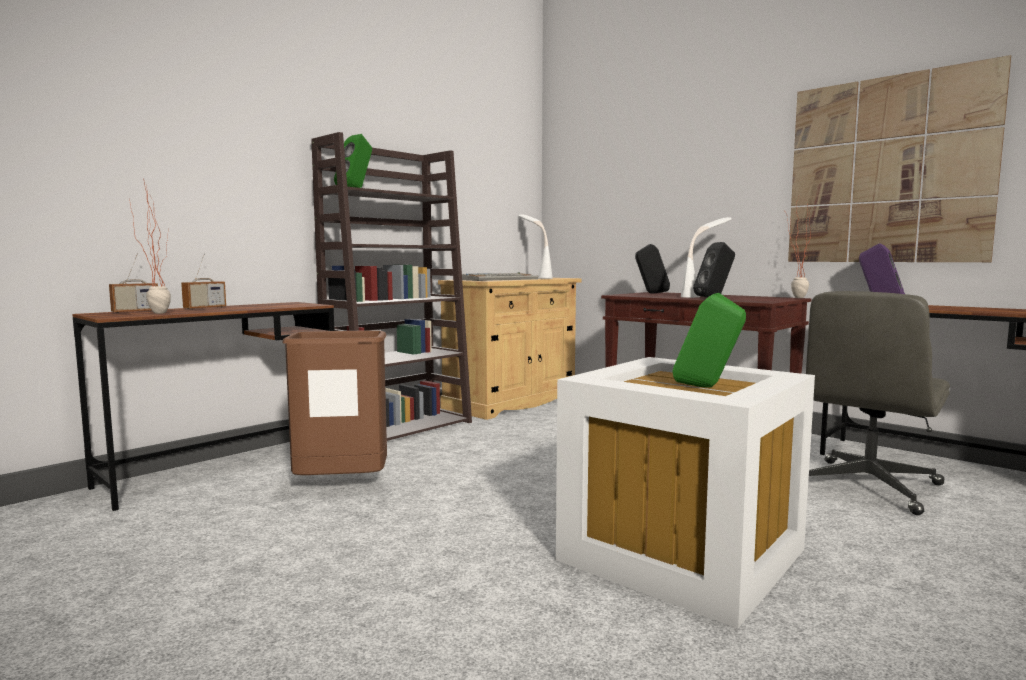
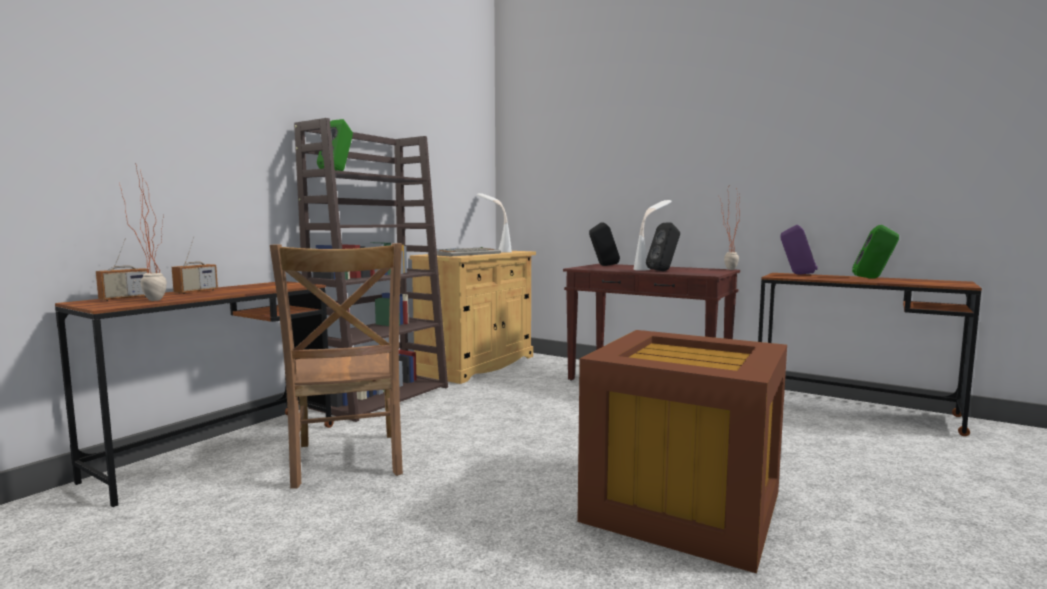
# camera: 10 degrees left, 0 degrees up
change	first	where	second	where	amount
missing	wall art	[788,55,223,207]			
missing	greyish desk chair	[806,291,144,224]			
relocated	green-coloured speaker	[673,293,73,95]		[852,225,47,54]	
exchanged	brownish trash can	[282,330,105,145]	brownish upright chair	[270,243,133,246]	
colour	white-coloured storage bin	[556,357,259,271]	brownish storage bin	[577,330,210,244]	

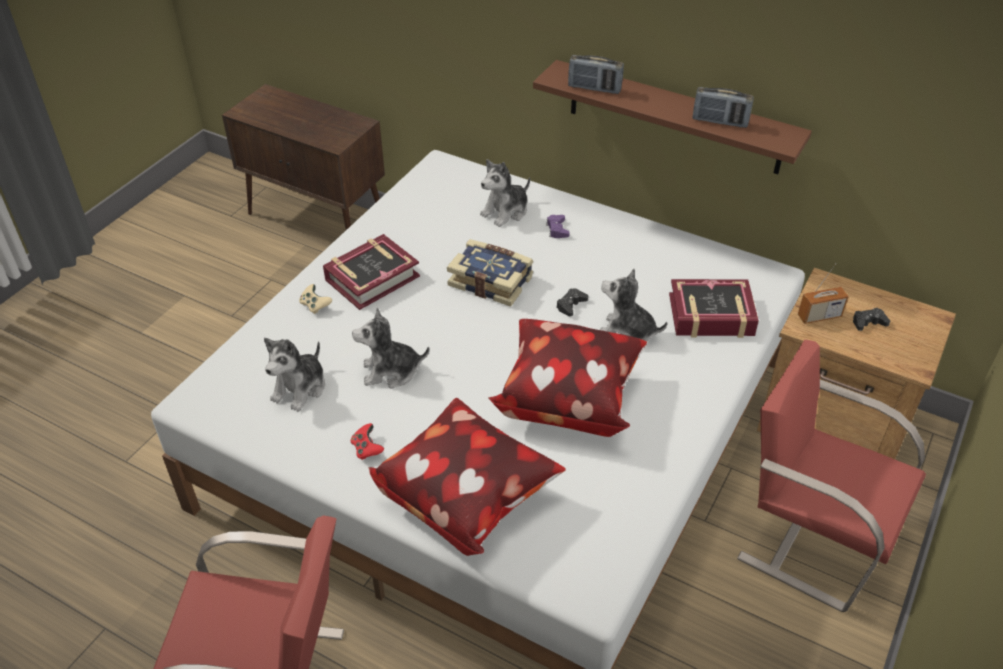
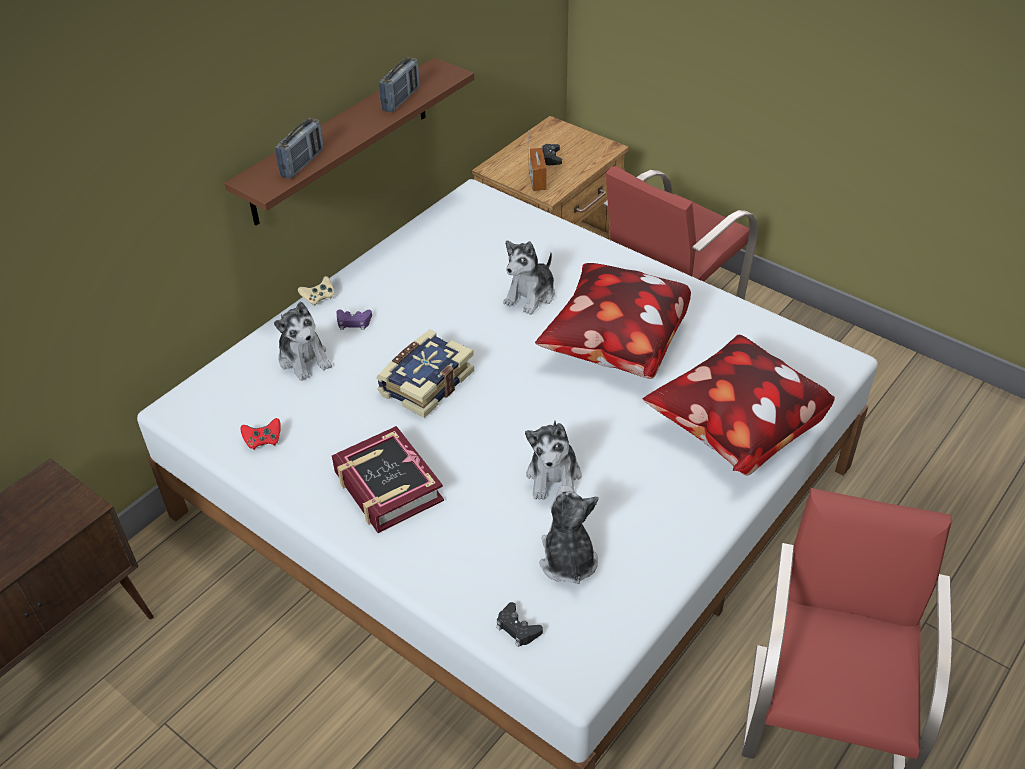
# camera: 80 degrees left, 0 degrees up
change	first	where	second	where	amount
missing	bound book	[669,279,90,59]			
relocated	beige game controller	[299,284,33,30]		[298,276,36,30]	
relocated	black-coloured game controller	[556,288,33,29]		[497,602,46,45]	
spun	cuddly toy	[264,338,61,74]		[539,485,59,99]	135 degrees counterclockwise
relocated	red-coloured game controller	[351,423,33,37]		[240,418,41,32]	

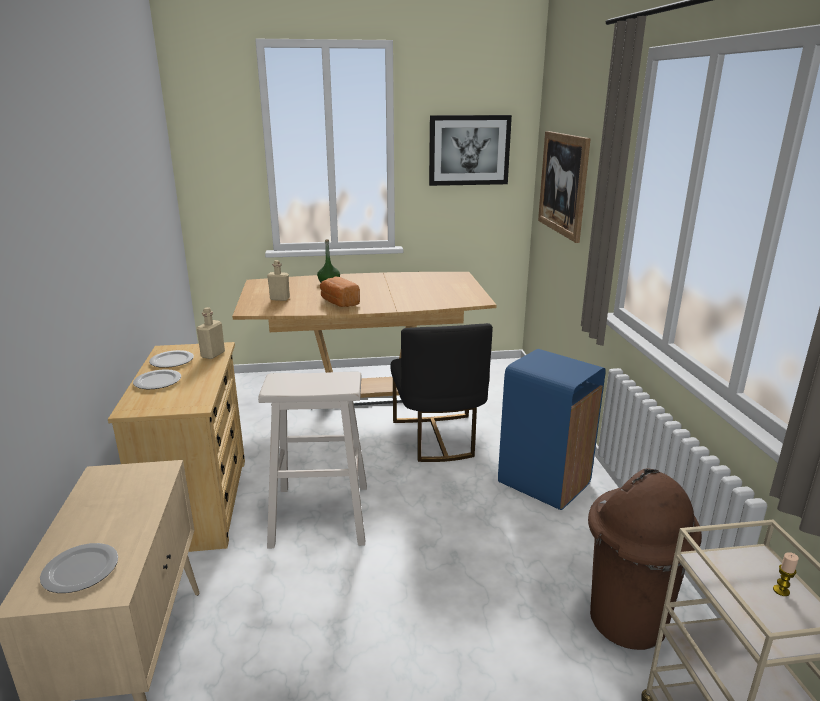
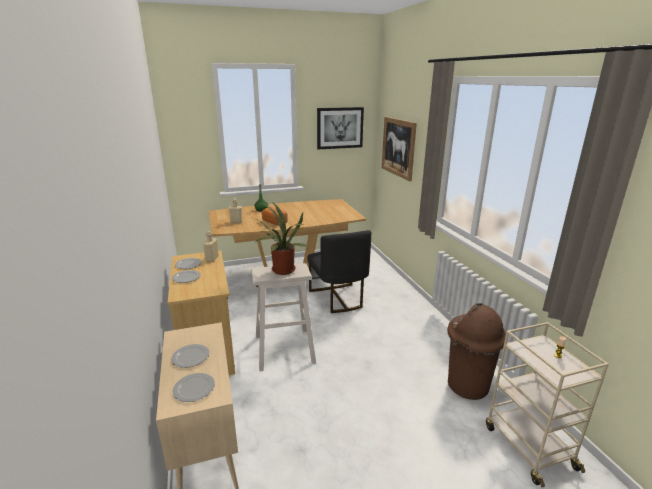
# camera: 10 degrees left, 0 degrees up
change	first	where	second	where	amount
missing	blue trash can	[498,349,108,161]			
appeared			potted plant	[253,202,54,73]	
appeared			plate	[171,344,38,24]	

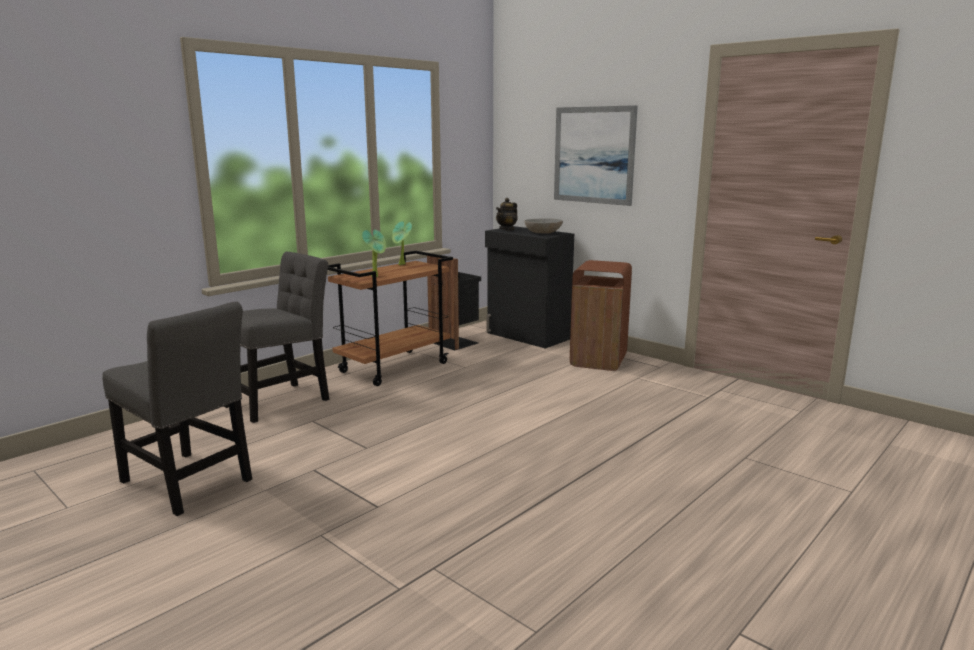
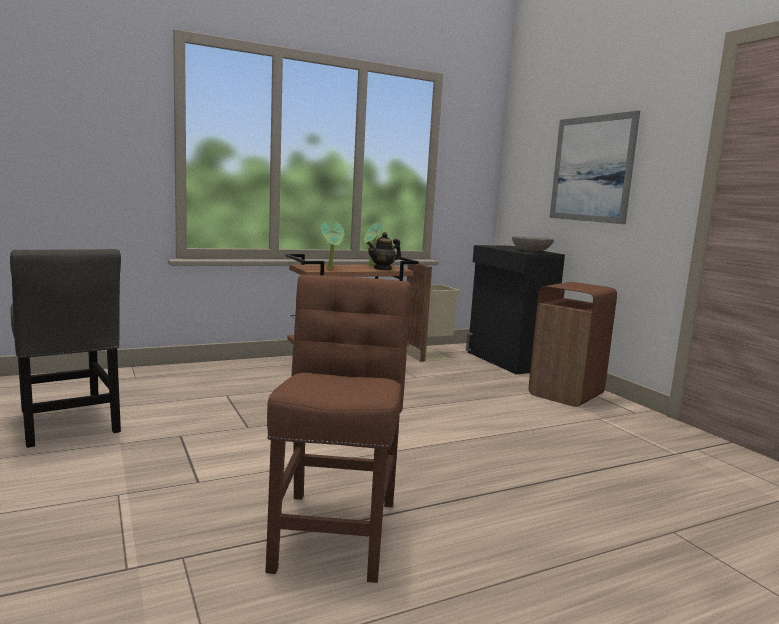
# camera: 20 degrees right, 5 degrees down
change	first	where	second	where	amount
relocated	pot for tea	[496,198,22,33]		[367,232,34,38]	
missing	greyish upright chair	[224,252,105,171]			
colour	black-coloured trash can	[427,256,54,94]	beige trash can	[407,263,53,99]	
appeared			brownish upright chair	[266,275,145,308]	

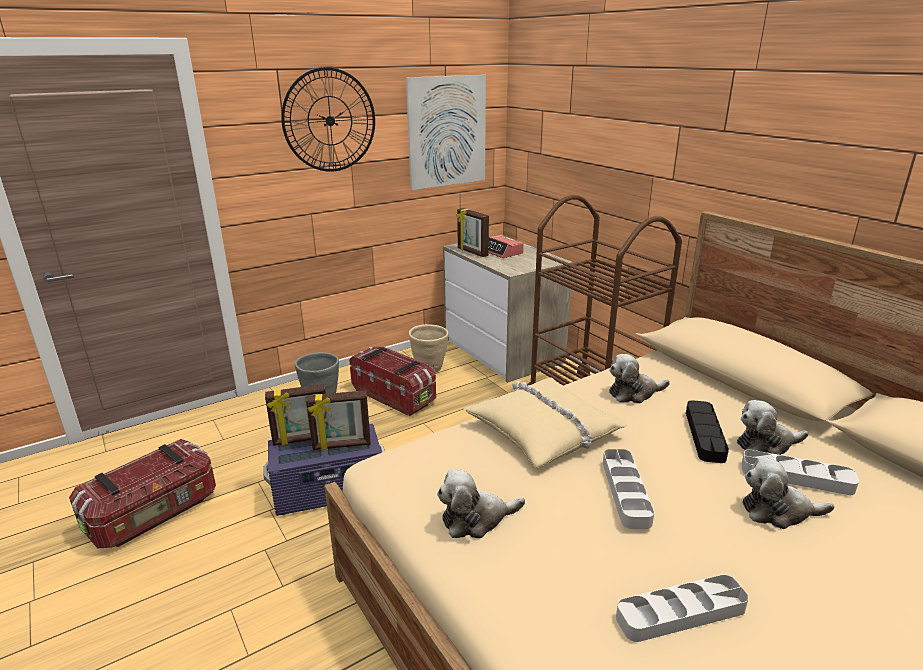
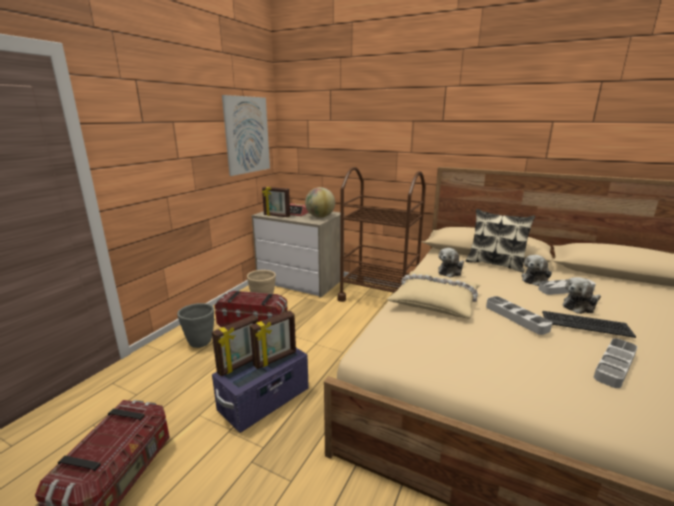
# camera: 30 degrees left, 5 degrees down
change	first	where	second	where	amount
missing	clock on the wall	[281,67,94,105]			
missing	black-coloured carrying tray	[686,400,43,63]			
missing	cuddly toy	[437,469,88,69]			
appeared			desk globe	[305,187,30,31]	
appeared			throw pillow	[465,209,70,64]	
appeared			keyboard	[542,311,94,27]	

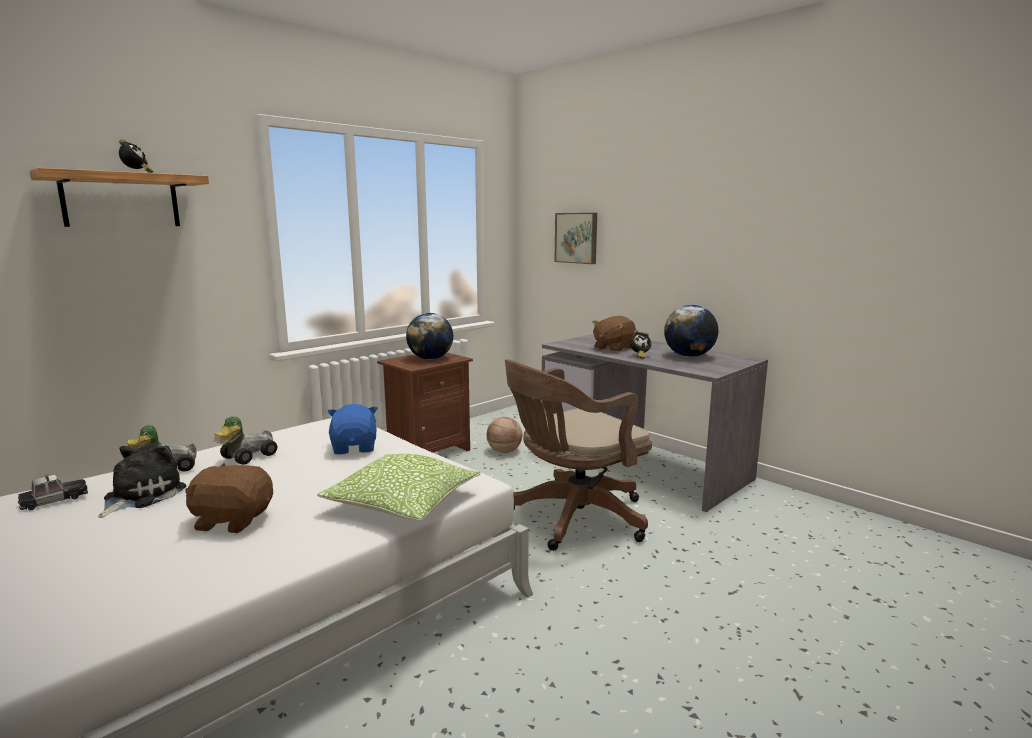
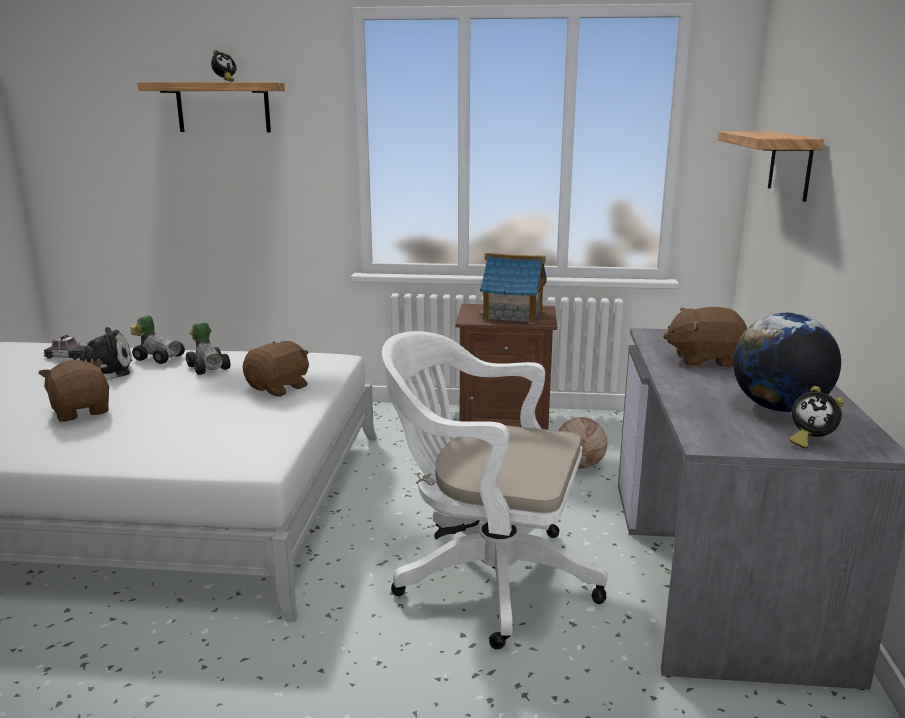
# camera: 50 degrees right, 5 degrees up
change	first	where	second	where	amount
exchanged	wall art	[554,213,43,51]	bracket shelf	[718,131,106,71]	
exchanged	desk globe	[406,313,47,47]	model house	[479,253,68,71]	
relocated	alarm clock	[630,330,21,29]		[789,386,56,63]	
colour	brownish desk chair	[505,359,147,192]	white-coloured desk chair	[382,331,225,319]	
colour	blue cuddly toy	[328,404,50,50]	brownish cuddly toy	[243,341,66,56]	
spun	miniature car	[213,417,64,48]		[186,323,44,52]	60 degrees clockwise
missing	throw pillow	[317,454,164,67]			

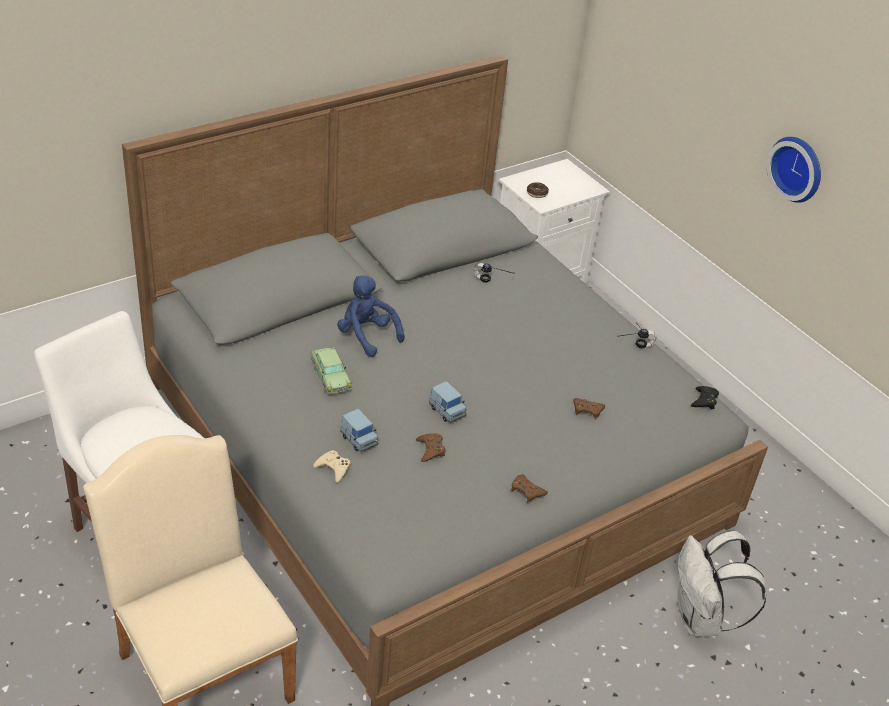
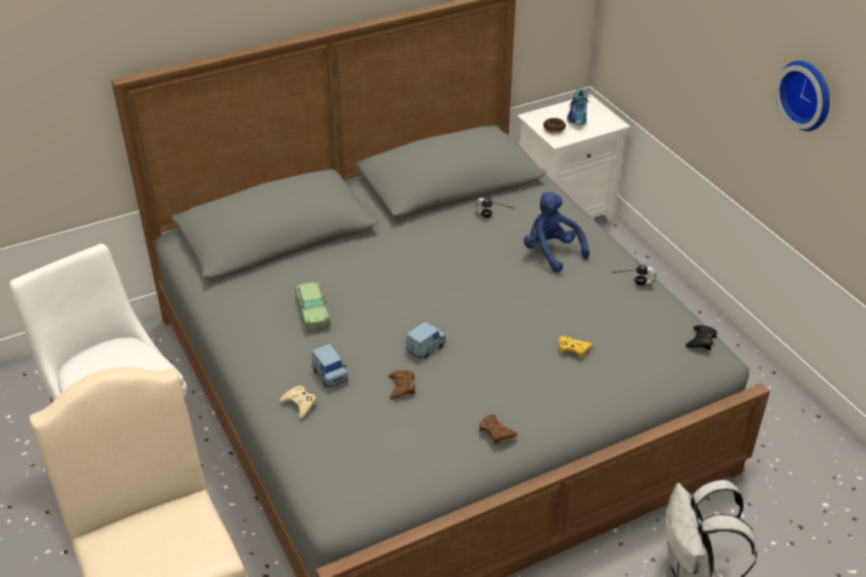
# camera: 10 degrees right, 0 degrees up
change	first	where	second	where	amount
relocated	blue cuddly toy	[337,275,68,82]		[524,192,66,81]	
spun	blue miniature car	[429,381,38,42]		[405,322,41,37]	105 degrees counterclockwise
colour	brownish game controller	[573,398,32,21]	yellow game controller	[559,336,33,23]	
appeared			shoe	[567,88,23,37]	

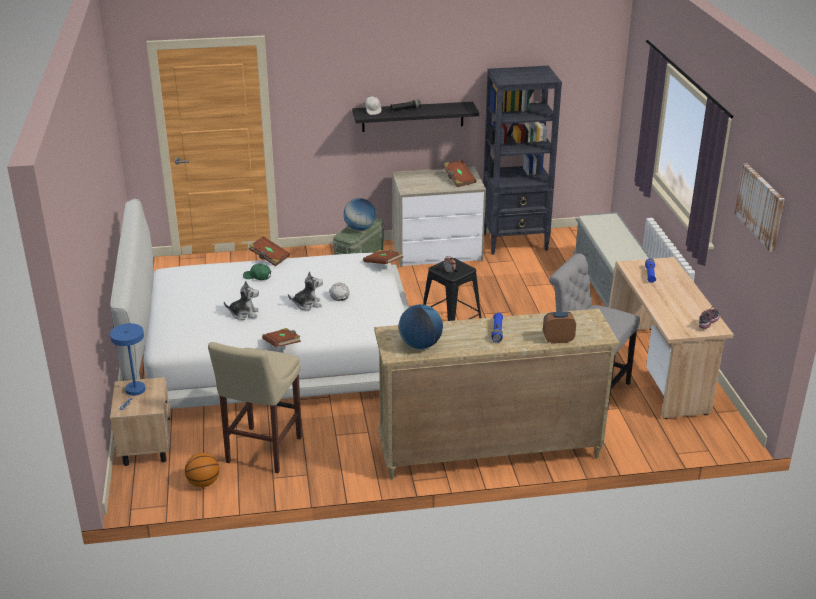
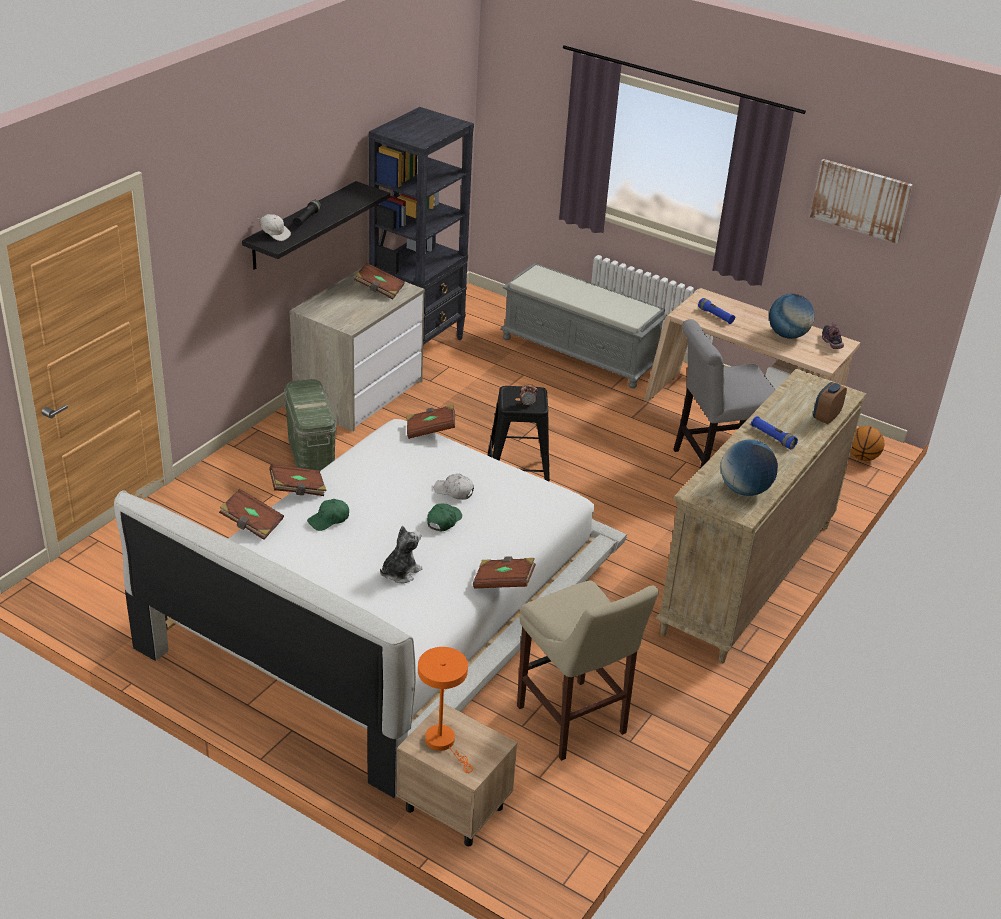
# camera: 50 degrees left, 5 degrees up
change	first	where	second	where	amount
relocated	desk globe	[344,198,32,33]		[769,294,46,45]	
exchanged	cuddly toy	[288,271,35,39]	green-coloured cap	[427,504,35,27]	
colour	blue lamp for a table	[110,323,35,87]	orange lamp for a table	[418,647,55,126]	
relocated	basketball ball	[185,453,34,34]		[851,426,33,35]	
appeared			brownish bound book	[219,489,65,51]	

